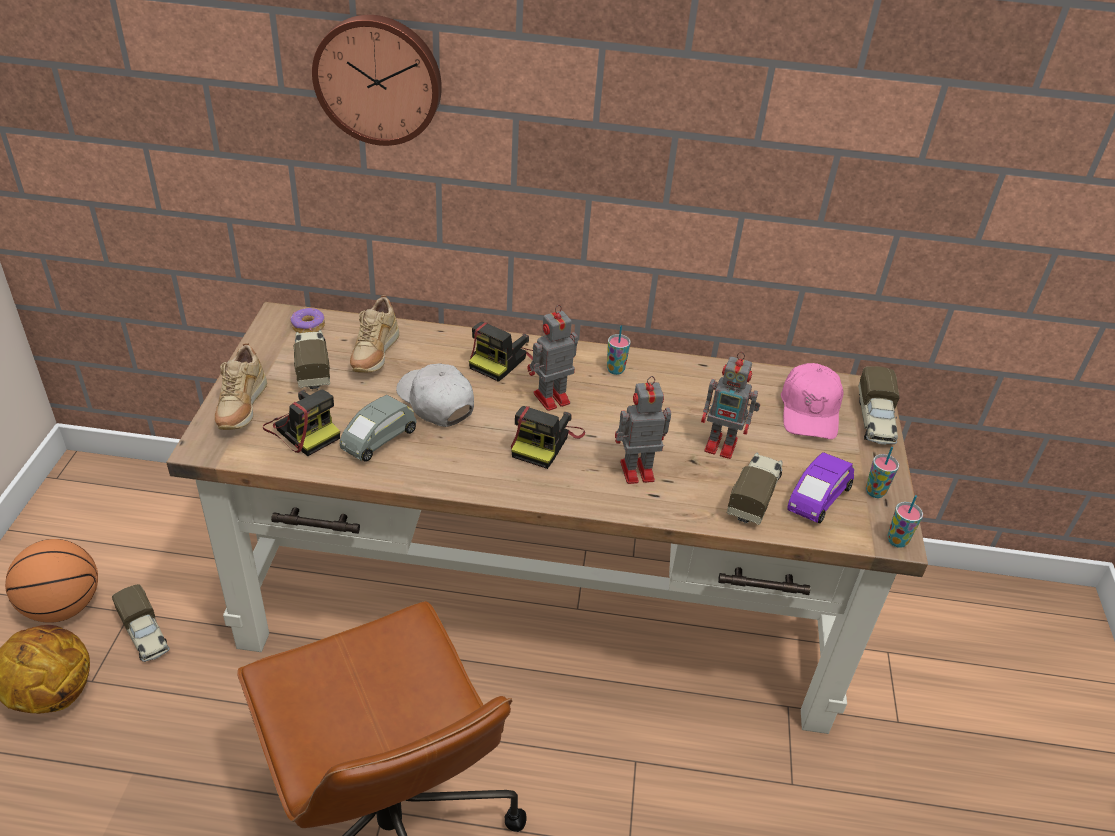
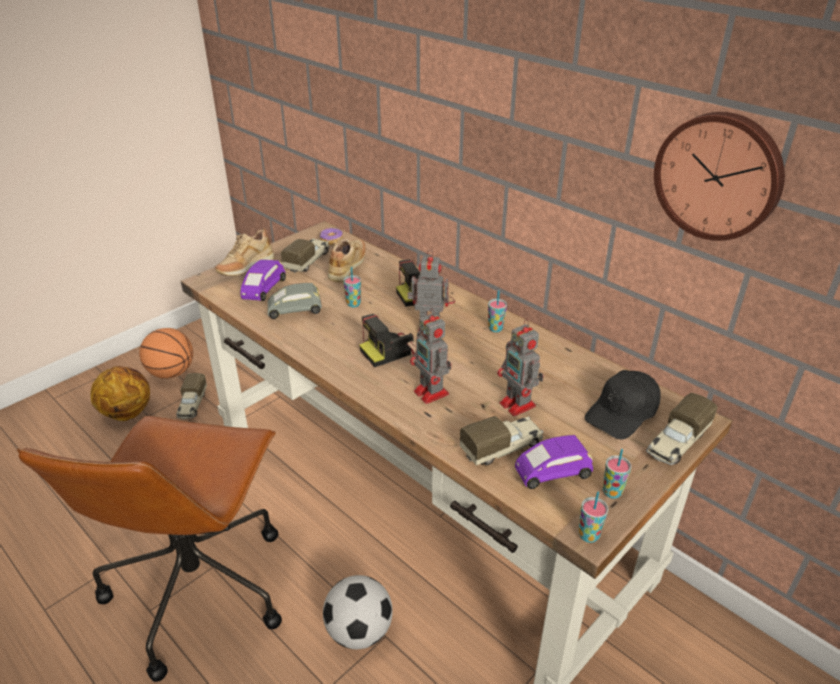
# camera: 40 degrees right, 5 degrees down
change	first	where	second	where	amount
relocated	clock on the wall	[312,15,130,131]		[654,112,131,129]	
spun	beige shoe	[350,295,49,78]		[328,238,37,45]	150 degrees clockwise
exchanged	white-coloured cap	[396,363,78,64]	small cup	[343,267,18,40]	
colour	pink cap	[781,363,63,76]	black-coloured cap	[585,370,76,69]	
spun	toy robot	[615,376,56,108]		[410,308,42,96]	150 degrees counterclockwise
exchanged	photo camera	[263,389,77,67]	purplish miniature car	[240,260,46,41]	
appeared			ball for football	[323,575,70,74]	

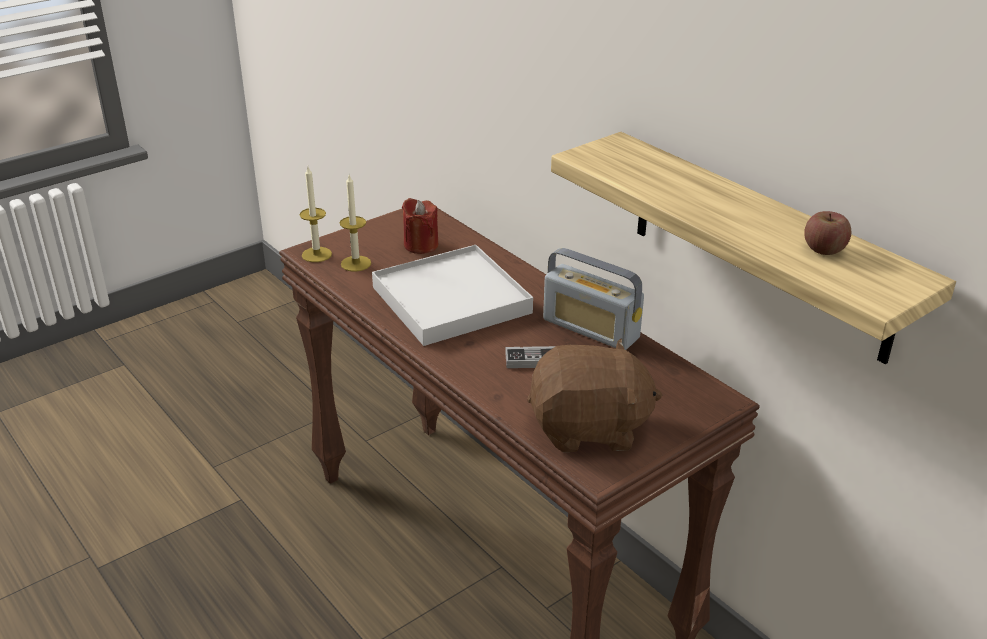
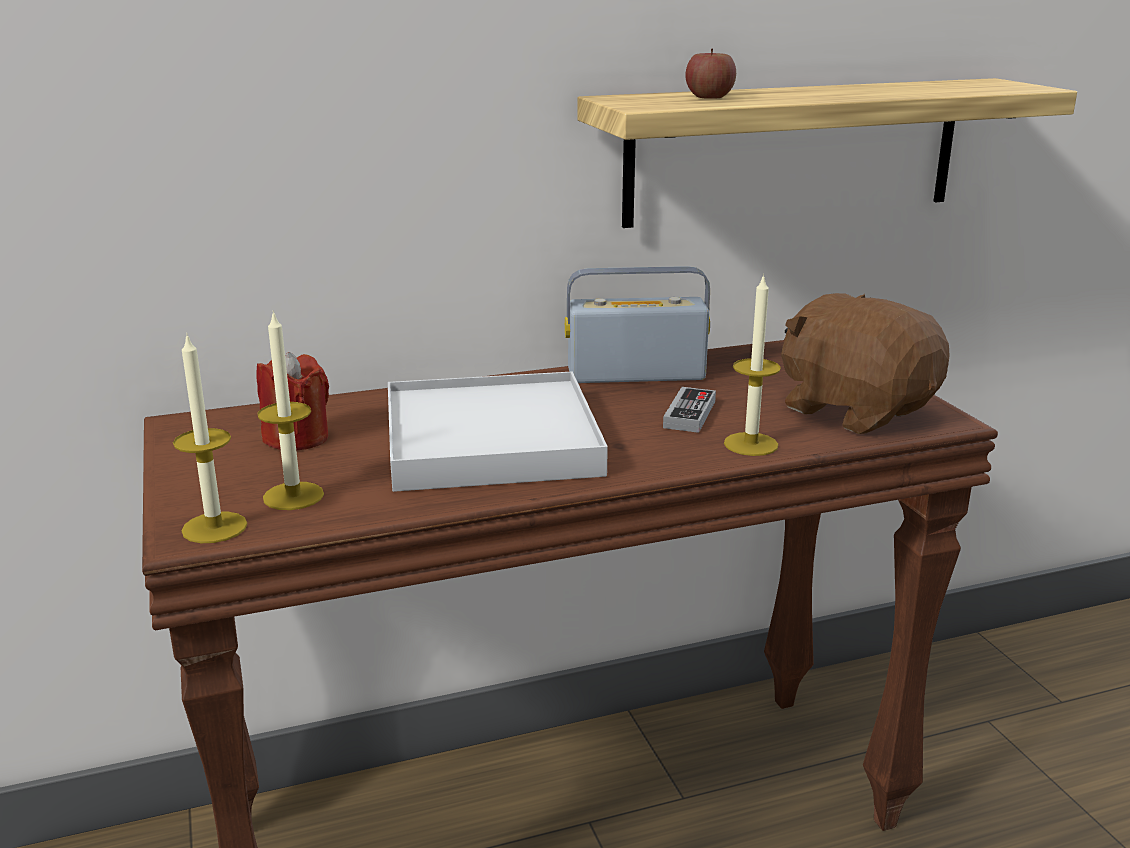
# camera: 70 degrees left, 10 degrees down
change	first	where	second	where	amount
relocated	apple	[804,211,47,44]		[685,49,51,50]	
spun	radio	[543,248,101,102]		[565,266,145,117]	150 degrees counterclockwise
spun	brownish cuddly toy	[527,339,135,113]		[781,293,169,141]	60 degrees counterclockwise
appeared			wax light	[724,274,57,182]	

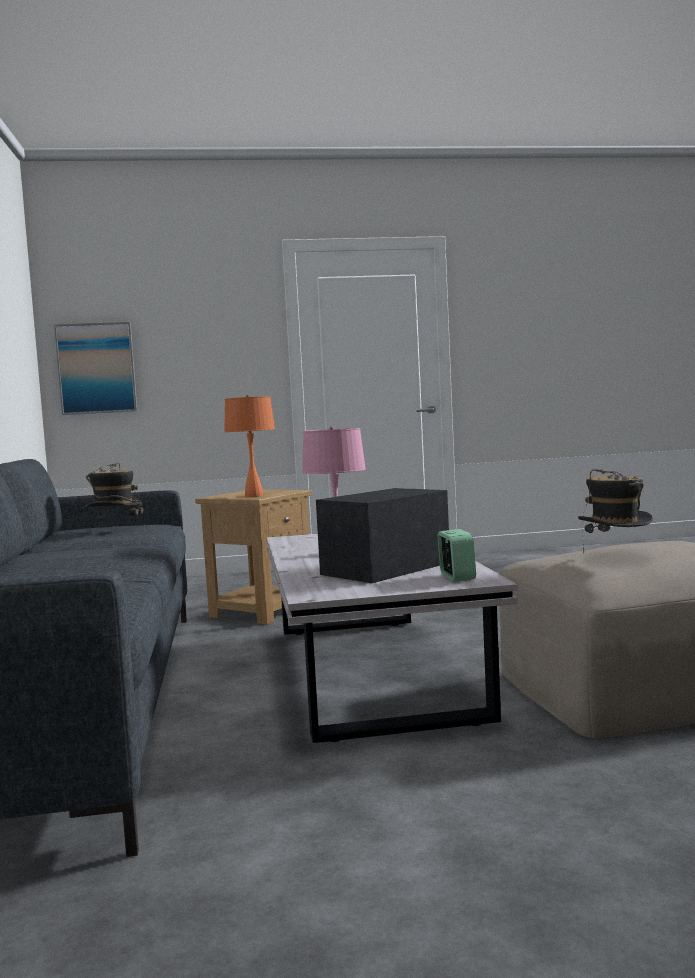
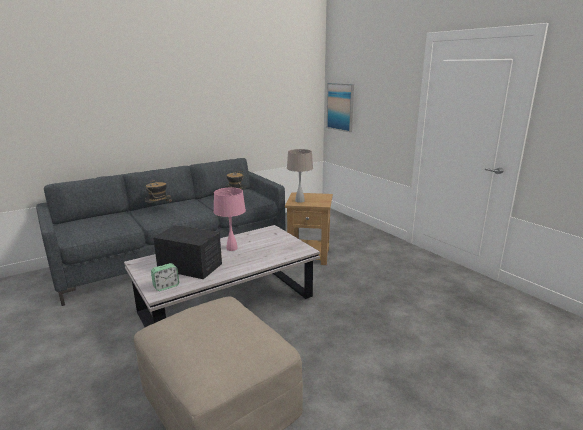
# camera: 65 degrees right, 15 degrees up
change	first	where	second	where	amount
colour	orange lamp for a table	[224,395,51,102]	beige lamp for a table	[287,149,26,54]	
relocated	hat	[578,469,75,84]		[145,180,27,23]	

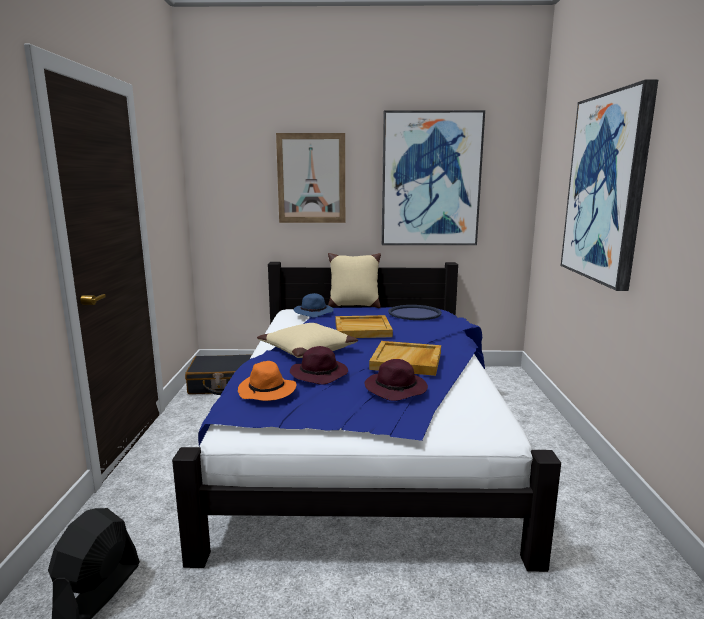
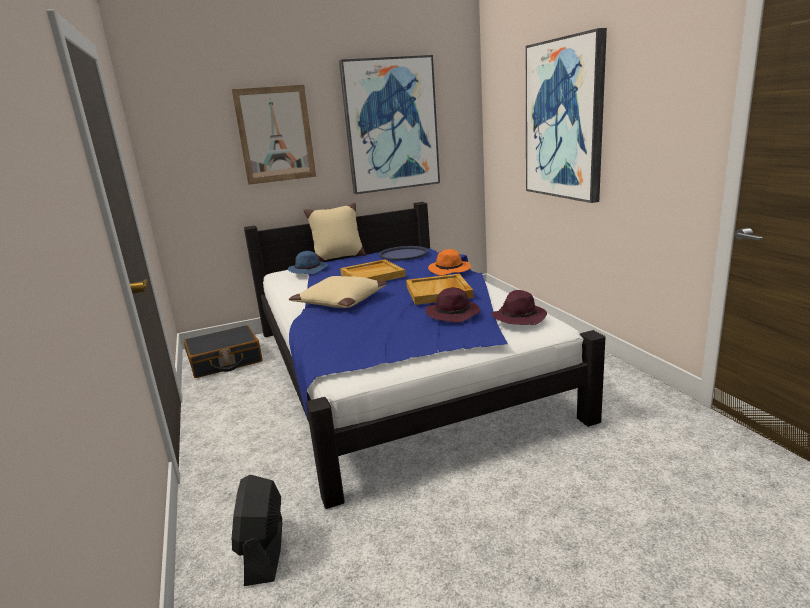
# camera: 20 degrees left, 5 degrees up
change	first	where	second	where	amount
relocated	purplish hat	[290,346,58,39]		[491,290,56,35]	
relocated	orange hat	[238,361,58,40]		[428,249,43,27]	

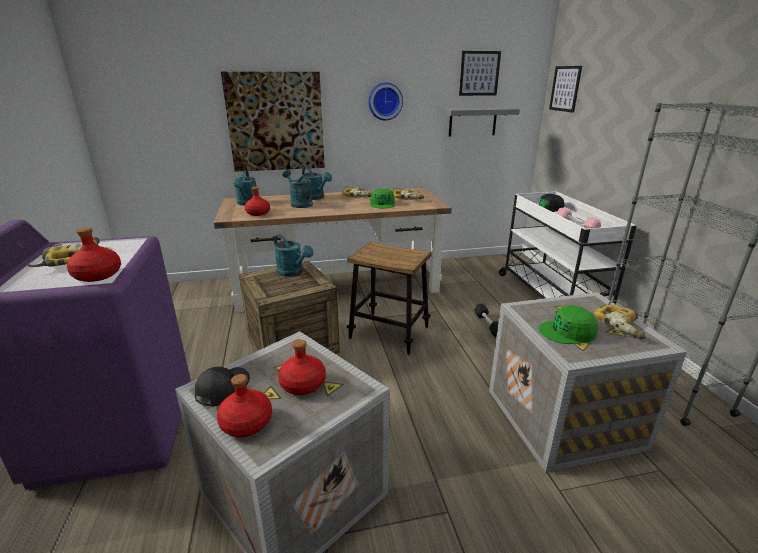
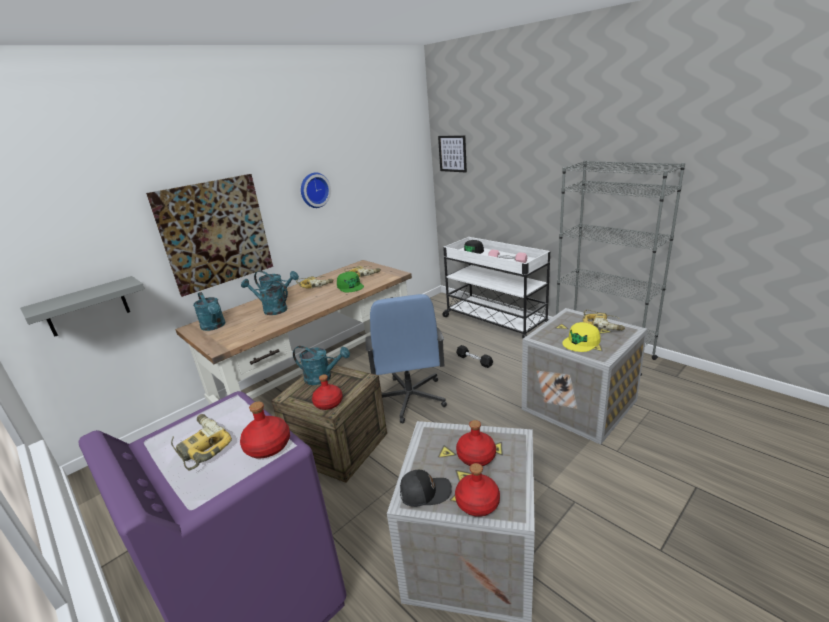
# camera: 30 degrees left, 0 degrees up
change	first	where	second	where	amount
missing	wall art	[459,51,42,45]			
relocated	greyish bracket shelf	[441,107,79,29]		[20,276,125,61]	
relocated	red-coloured drink bottle	[245,187,25,29]		[312,375,31,35]	
exchanged	sitting stool	[347,241,85,114]	blue desk chair	[366,294,81,129]	
colour	green-coloured cap	[539,305,59,39]	yellow cap	[562,322,39,30]	
spun	black-coloured cap	[195,367,55,40]		[400,470,52,37]	90 degrees clockwise

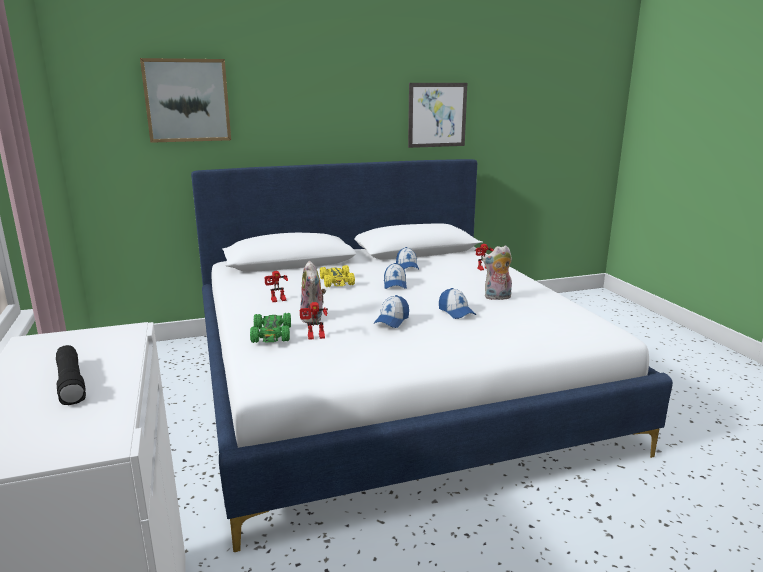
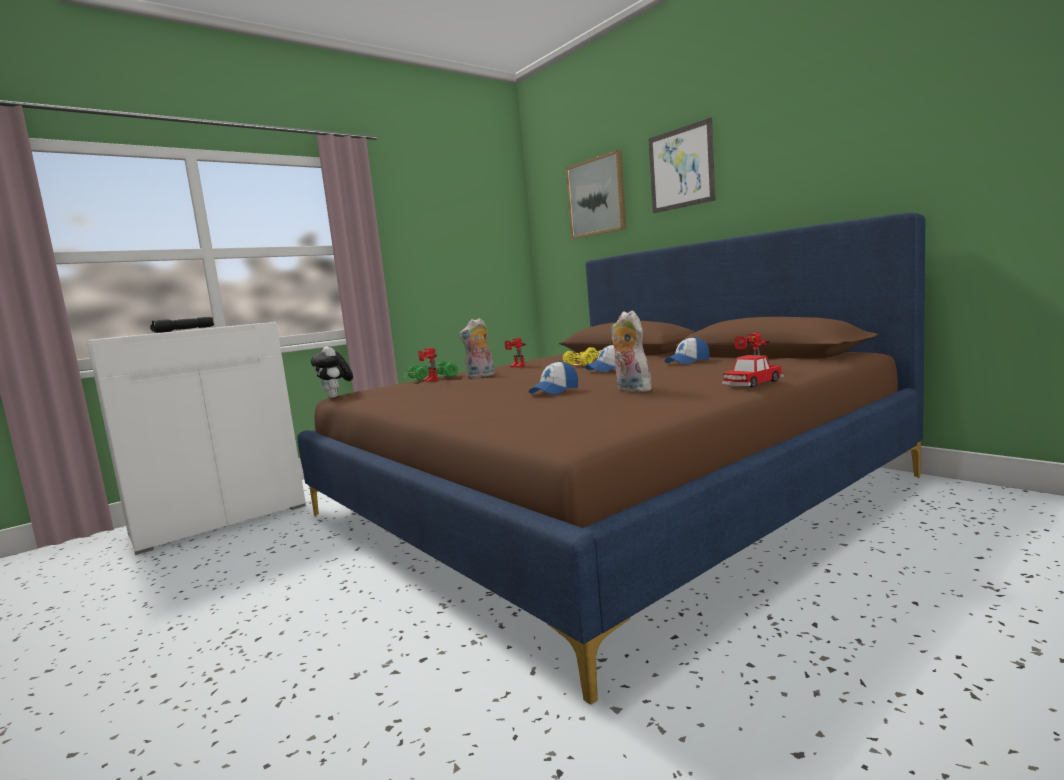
# camera: 70 degrees right, 10 degrees down
change	first	where	second	where	amount
relocated	wall art	[408,83,59,65]		[648,118,68,95]	
colour	white-coloured sleeping bed	[191,159,482,393]	brownish sleeping bed	[297,212,628,492]	
missing	cap	[373,295,36,33]			
appeared			cuddly toy	[311,347,42,51]	
appeared			miniature car	[722,355,62,33]	

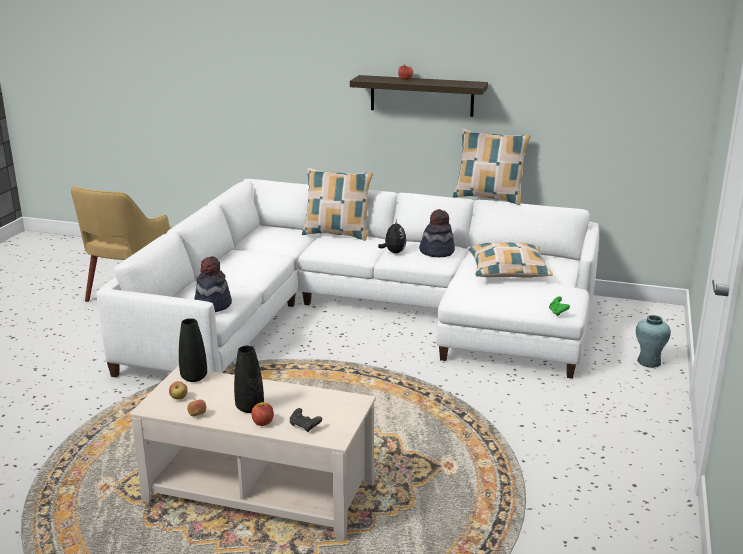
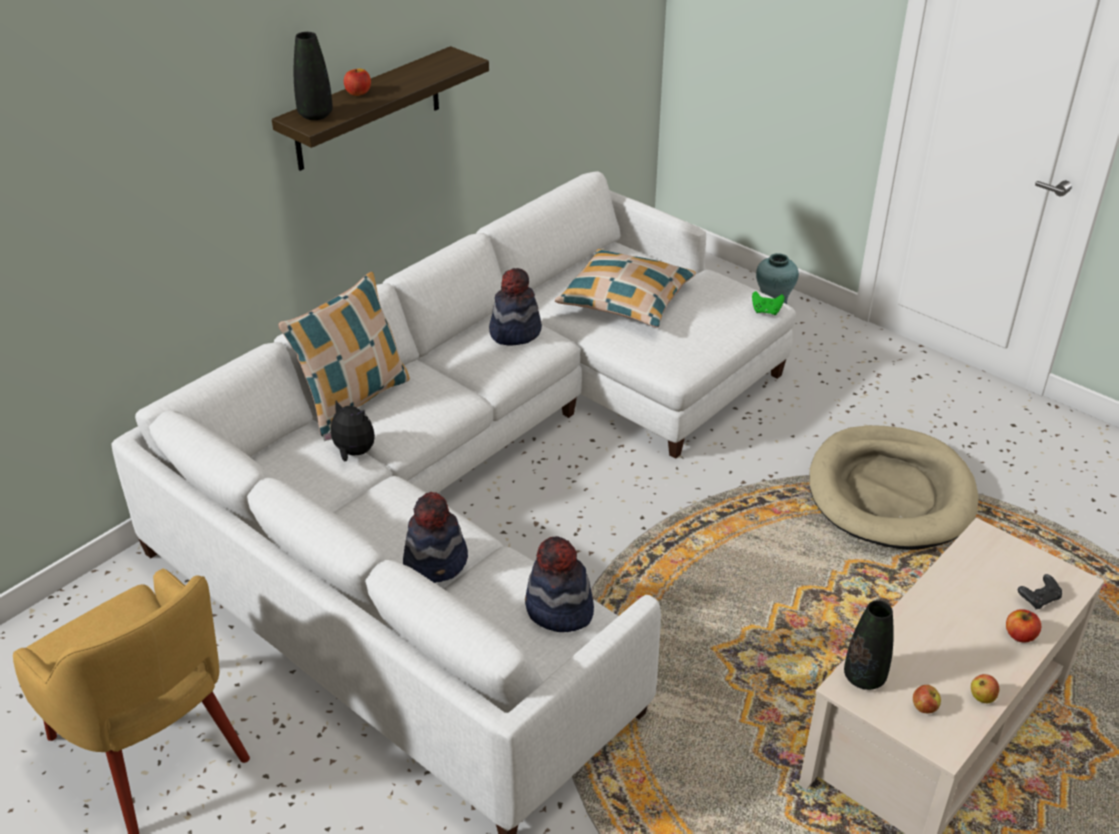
# camera: 65 degrees left, 15 degrees up
change	first	where	second	where	amount
missing	throw pillow	[453,129,77,76]			
relocated	cuddly toy	[378,220,29,33]		[323,401,52,61]	
relocated	black-coloured flower vase	[234,346,30,67]		[294,32,39,88]	
appeared			beige pet bed	[809,425,169,125]	
appeared			hat	[403,492,65,91]	

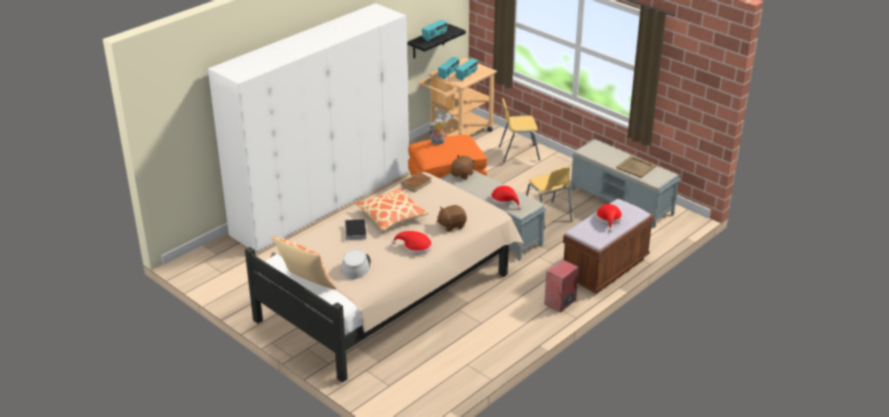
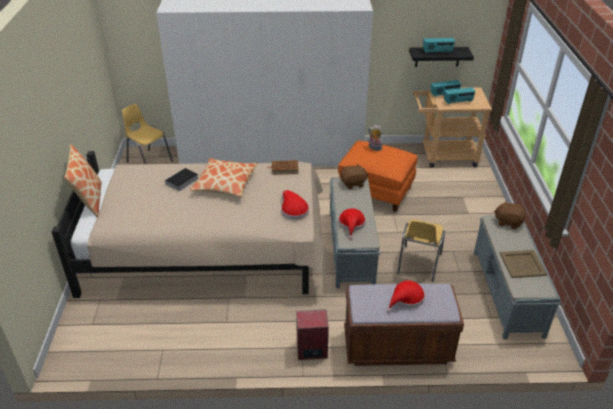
# camera: 45 degrees right, 5 degrees up
change	first	where	second	where	amount
relocated	yellow upright chair	[499,98,41,64]		[122,104,51,60]	
relocated	brownish cuddly toy	[437,205,30,26]		[494,201,32,28]	
relocated	red-coloured hat	[392,231,40,24]		[281,190,28,30]	
missing	greyish hat	[341,249,30,30]			

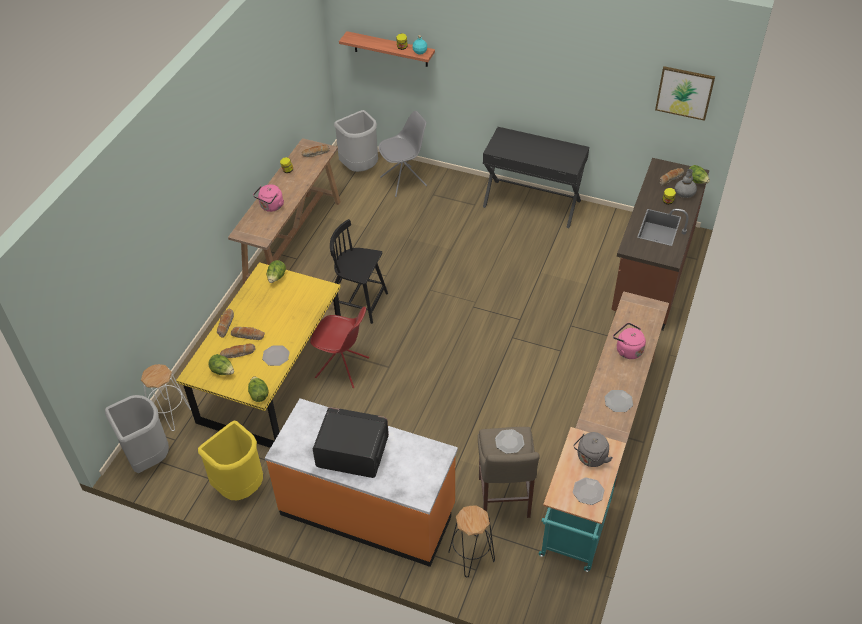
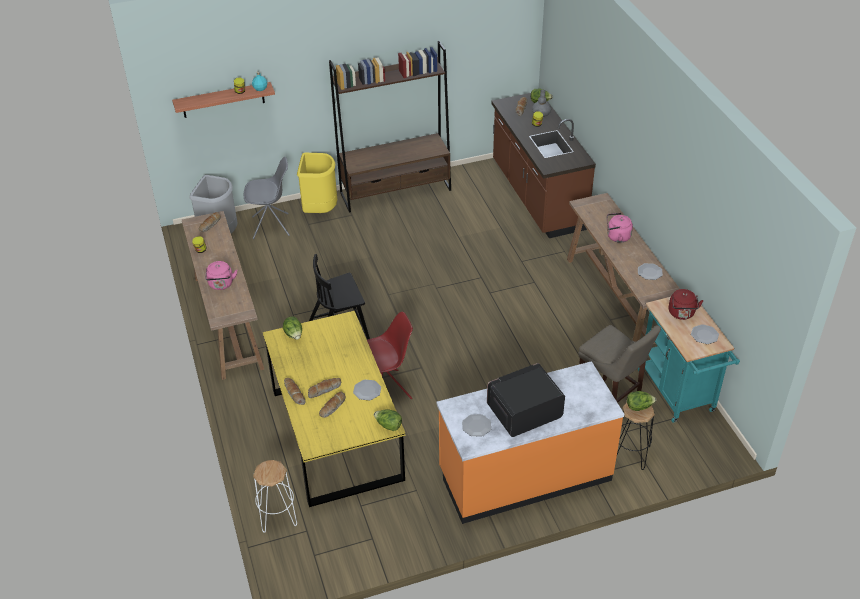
# camera: 40 degrees left, 5 degrees down
change	first	where	second	where	amount
missing	wall art	[655,66,60,55]			
spun	greyish upright chair	[378,111,49,86]		[244,157,46,82]	60 degrees clockwise
exchanged	black-coloured desk table	[483,127,106,101]	brownish bookshelf	[329,41,122,172]	
relocated	head of lettuce	[208,354,26,21]		[627,391,29,20]	
missing	greyish trash can	[105,395,64,78]			
relocated	yellow trash can	[198,421,65,79]		[297,153,40,60]	
relocated	plate	[495,429,29,25]		[462,414,29,23]	
colour	greyish kettle	[574,432,39,35]	red-coloured kettle	[669,289,34,31]	

